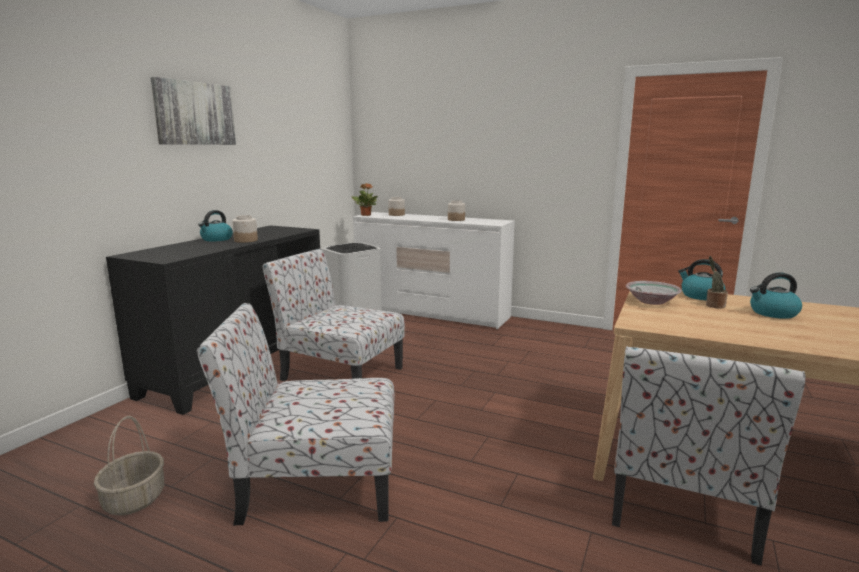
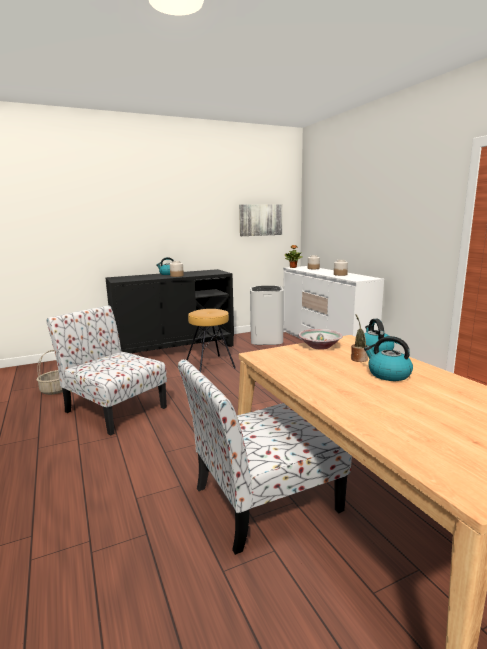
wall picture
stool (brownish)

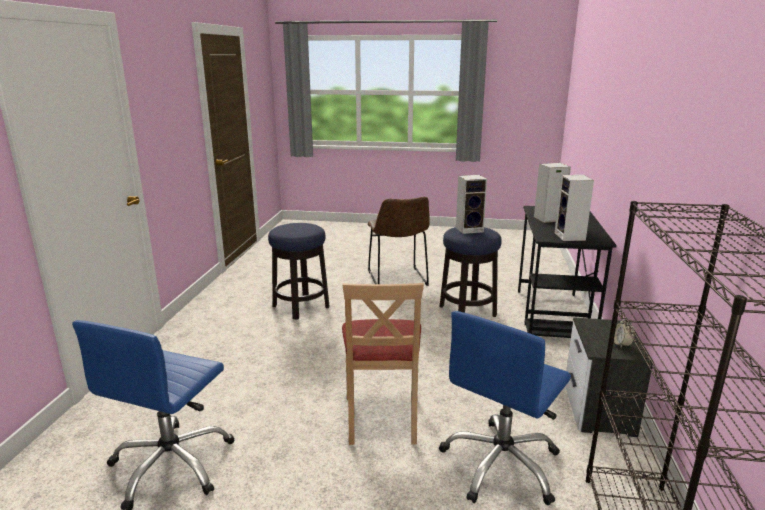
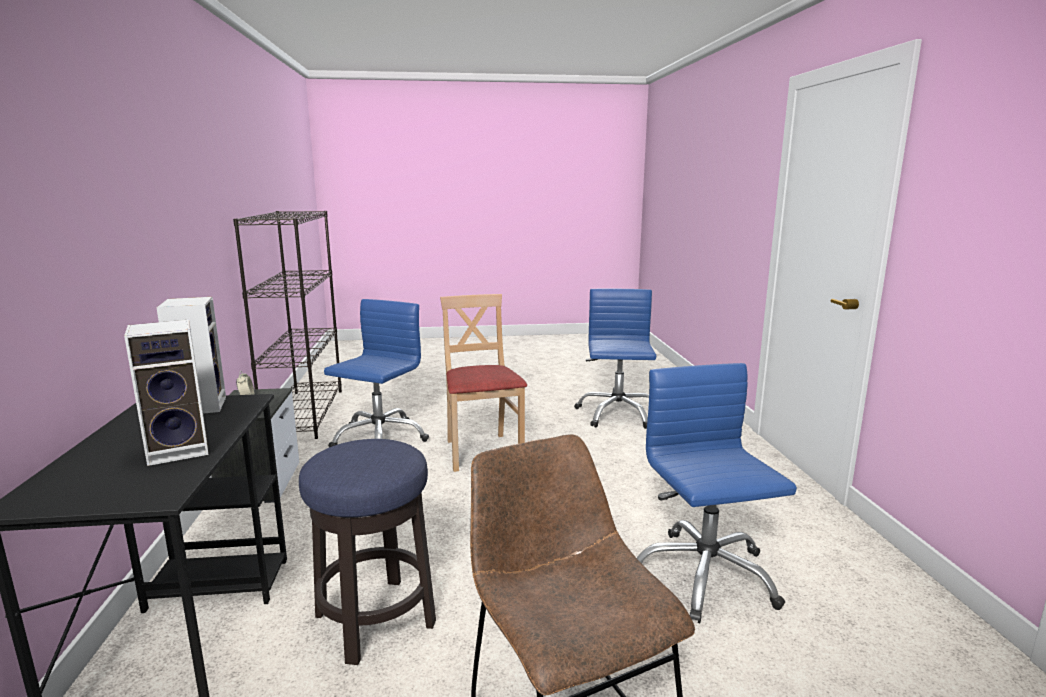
loudspeaker (1st from left in the first image)
office chair (blue-coloured) (3rd from left)

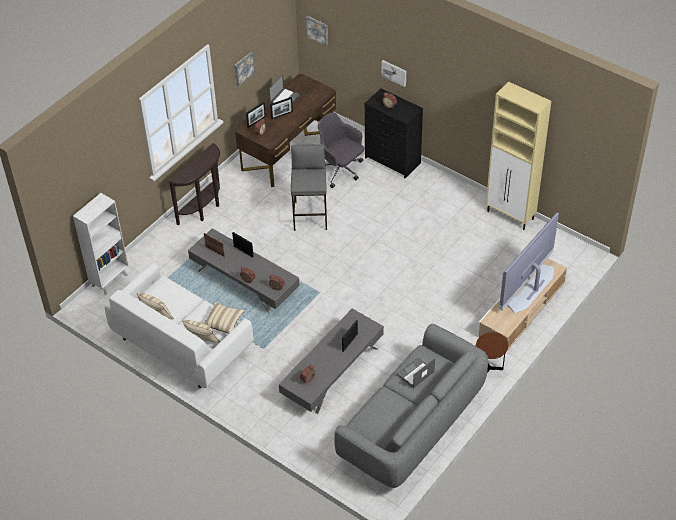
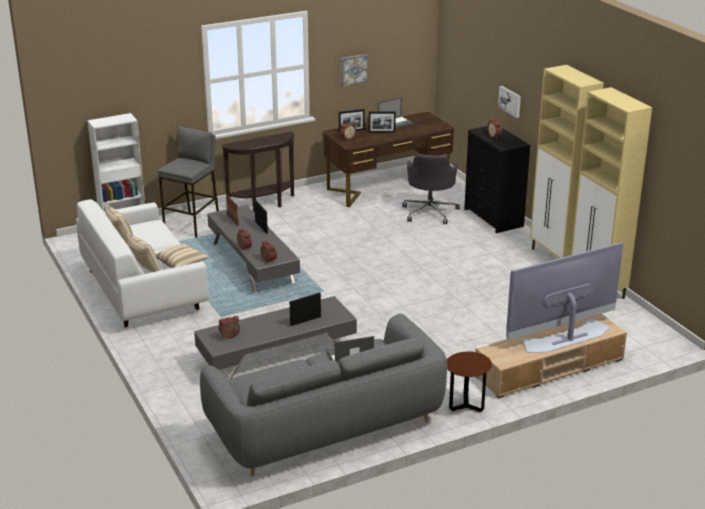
wall picture (2nd from left in the first image)
storage cabinet (sand-coloured) (1st from left)
stool (greyish)
office chair (greyish)

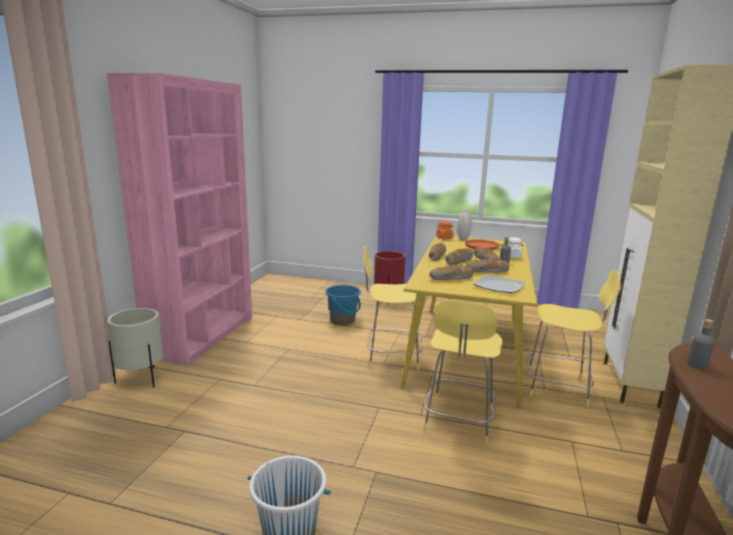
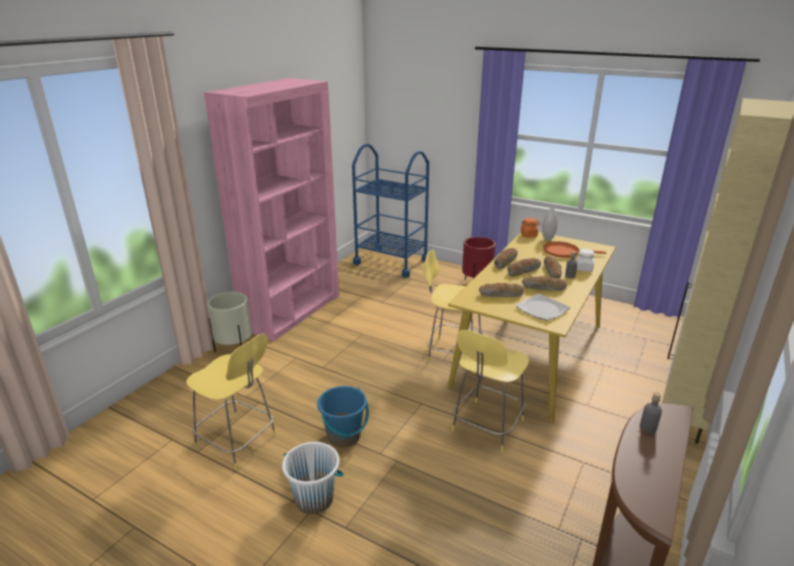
trolley (blue-coloured)
water bucket (blue-coloured)
stool (yellow-coloured) (1st from left)

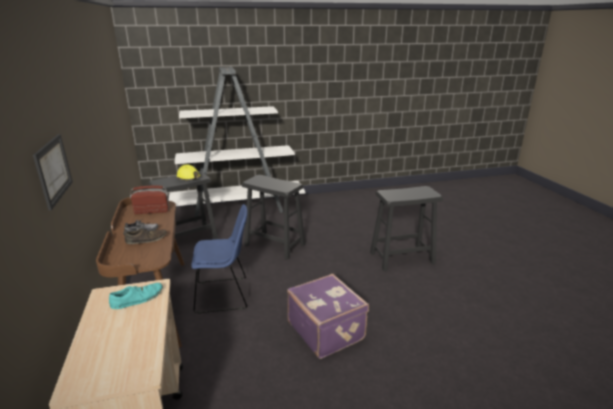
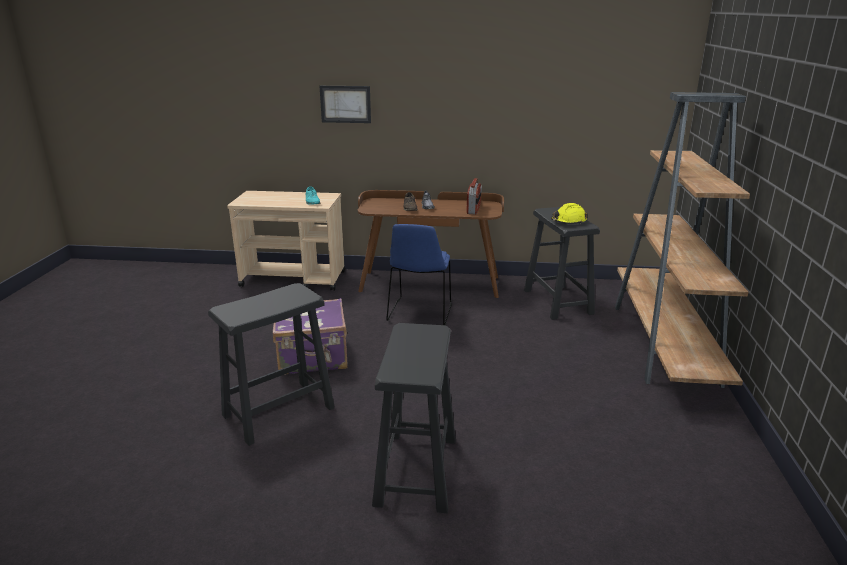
stool (blackish) (1st from left)
bookshelf (brownish)

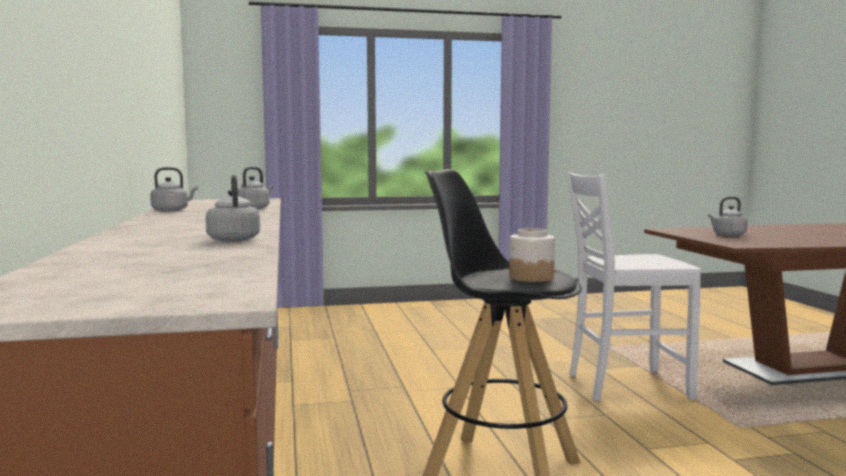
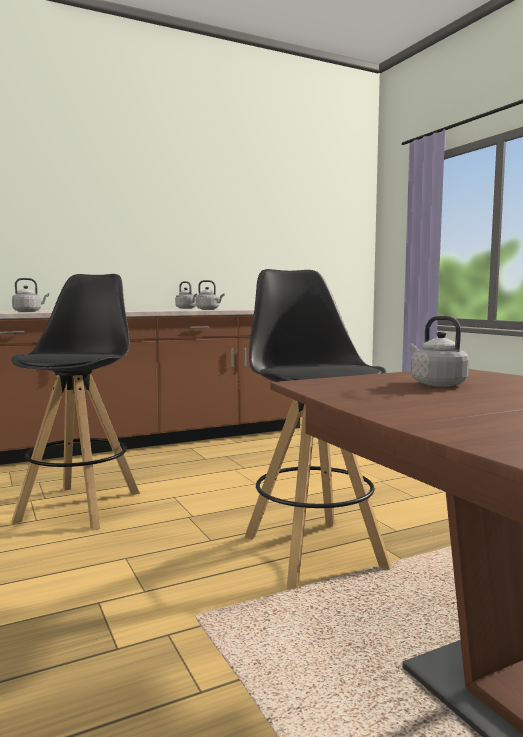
preserve jar
stool (blackish) (2nd from left)

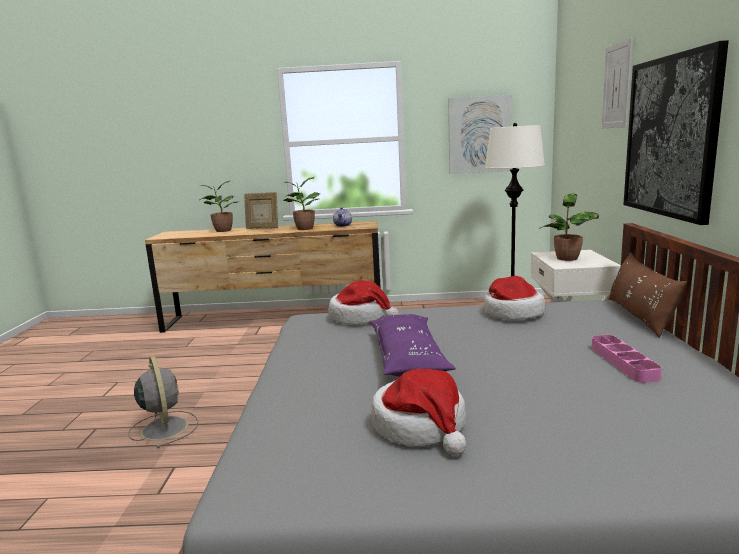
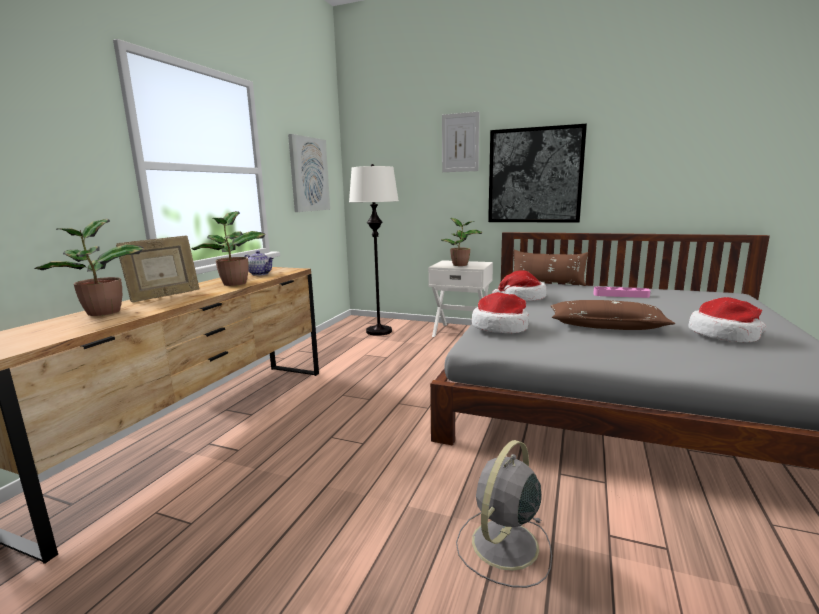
throw pillow (brownish) (2nd from left)
fan (greyish)

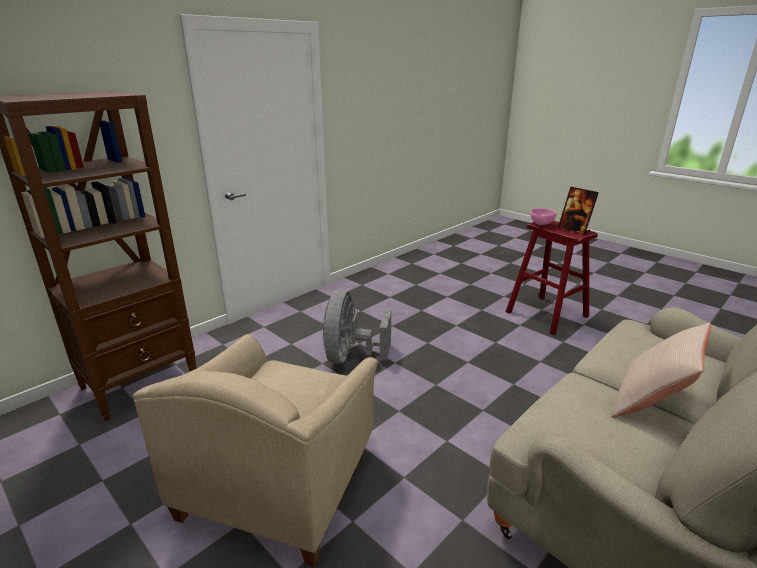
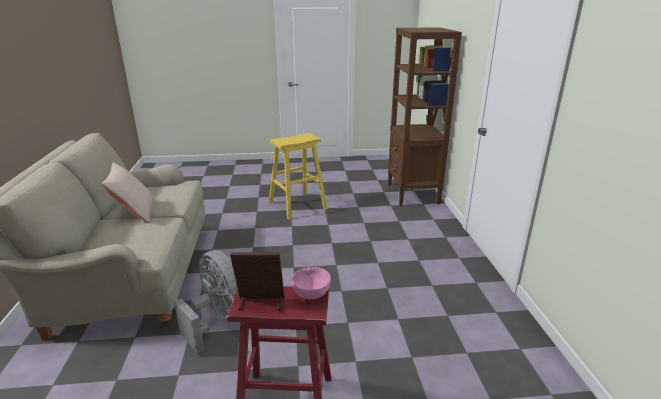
fan (greyish)
stool (yellow-coloured)

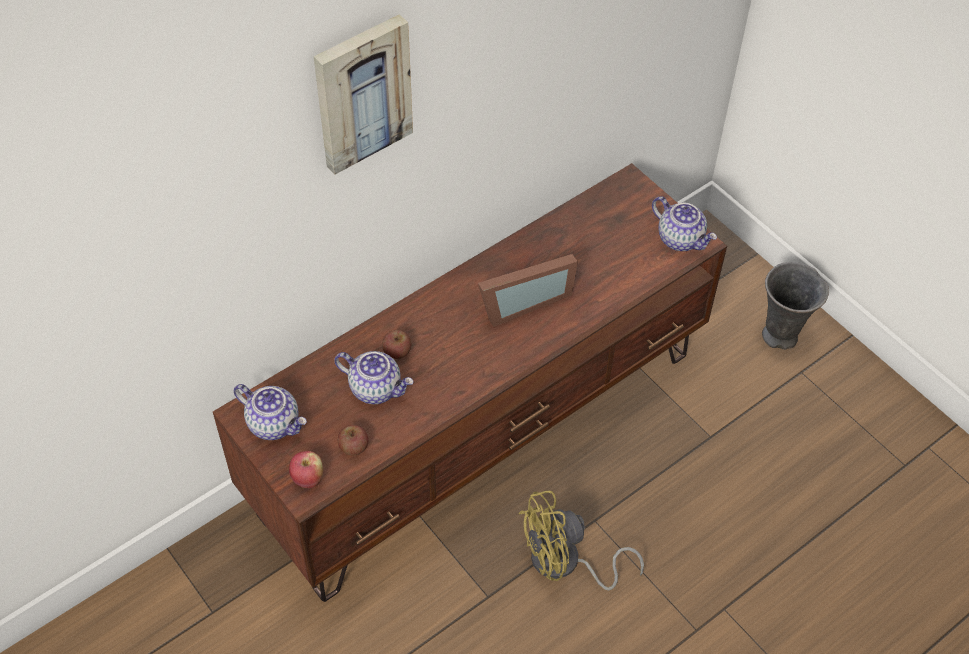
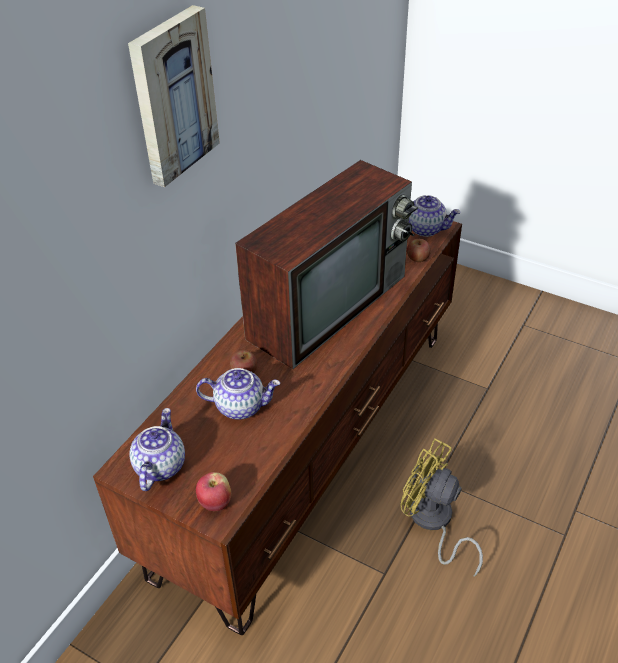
flower vase (greyish)
apple (3rd from left)
TV set
teapot (1st from left)
fan (yellow-coloured)

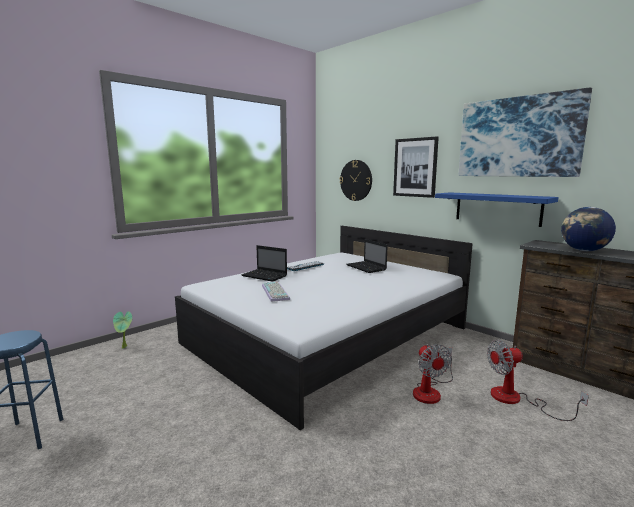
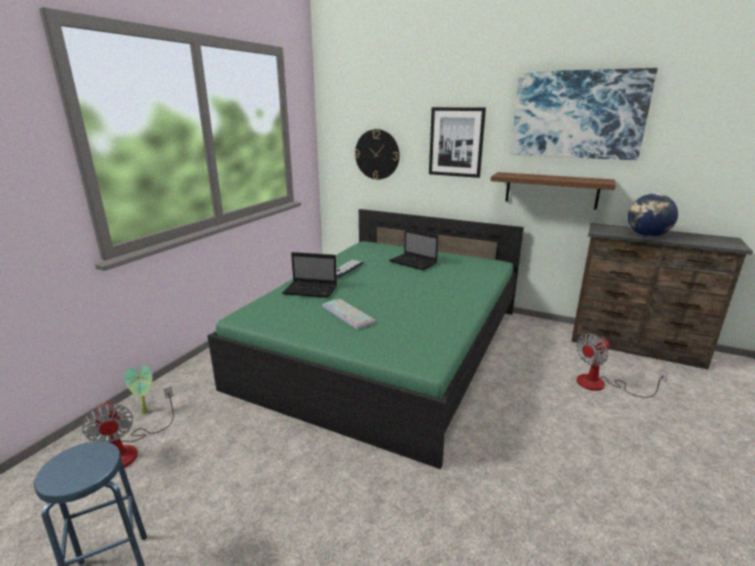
fan (1st from left)
bedroom bed (green)
bracket shelf (brownish)

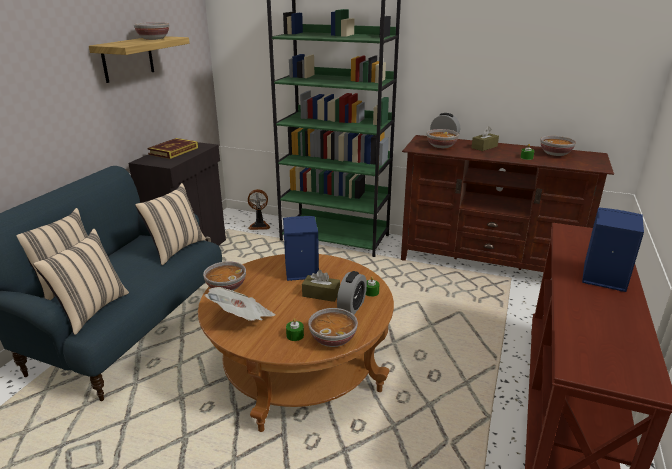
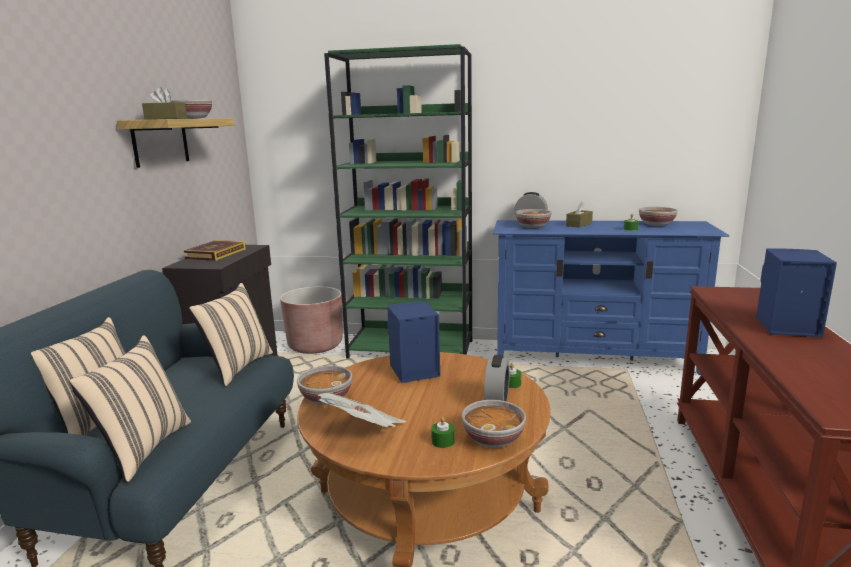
tissue holder (brownish) (1st from left)
planter (brownish)
media console (blue-coloured)

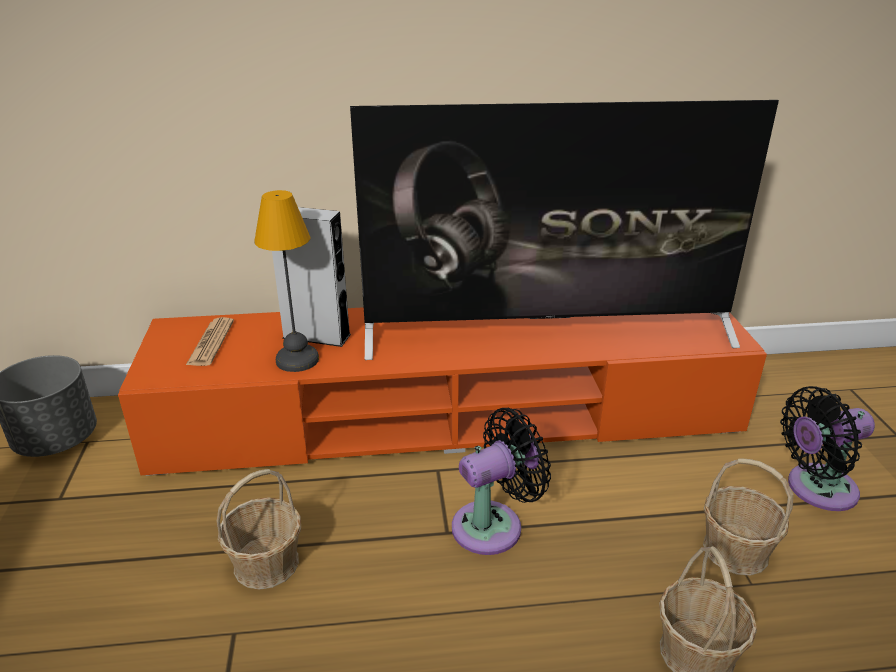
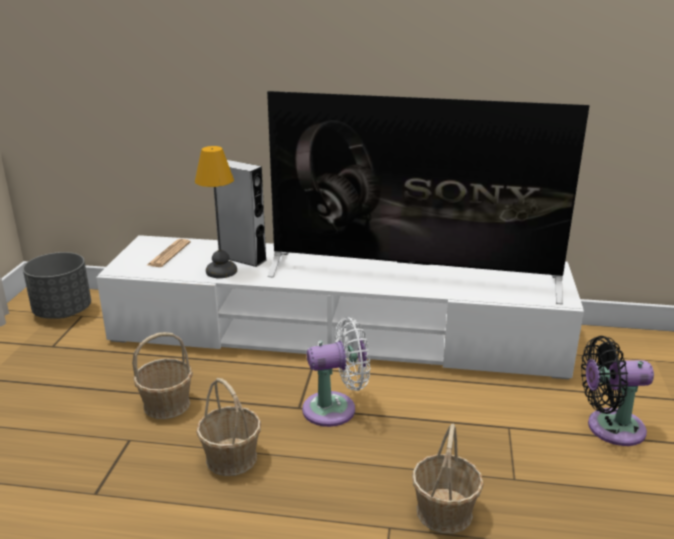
household basket (2nd from left)
media console (whitish)
fan (whitish)

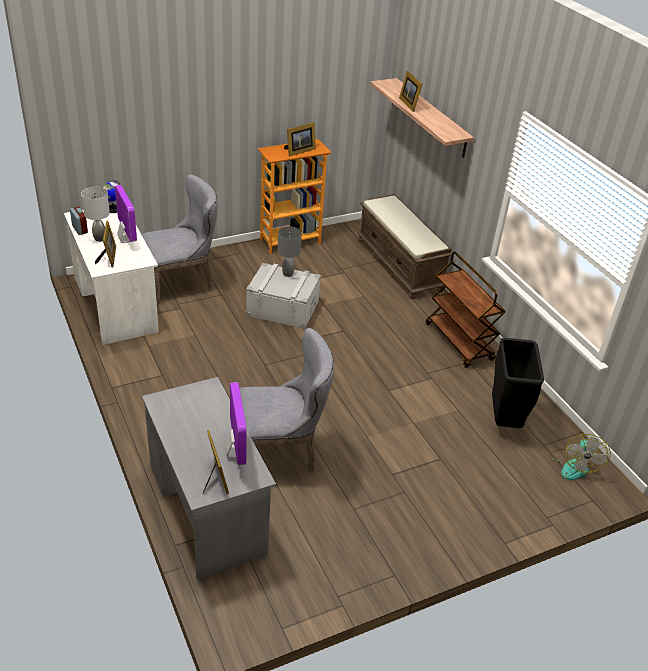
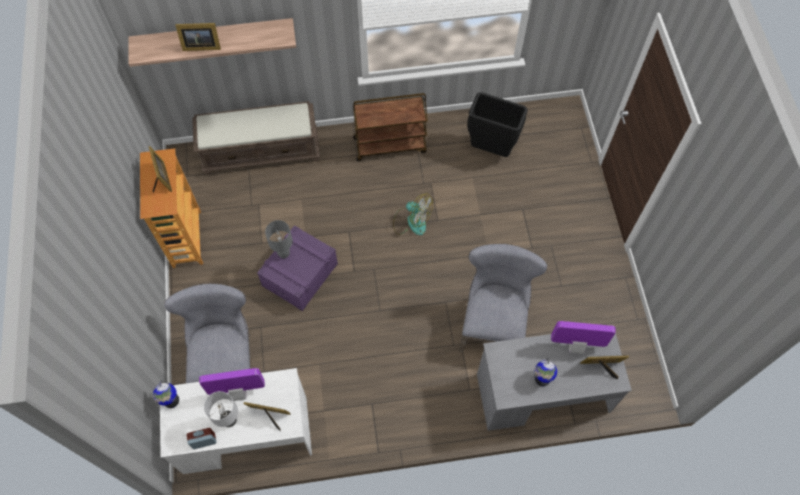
world globe (2nd from left)
fan
storage bin (purplish)

